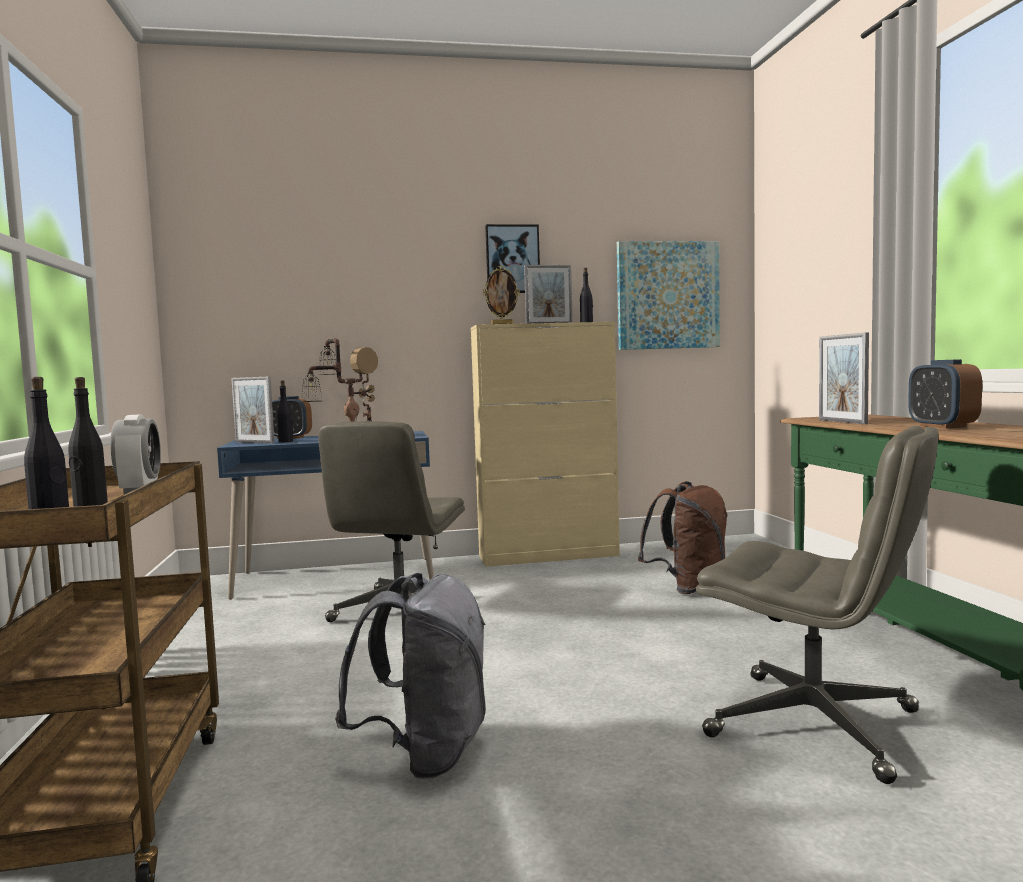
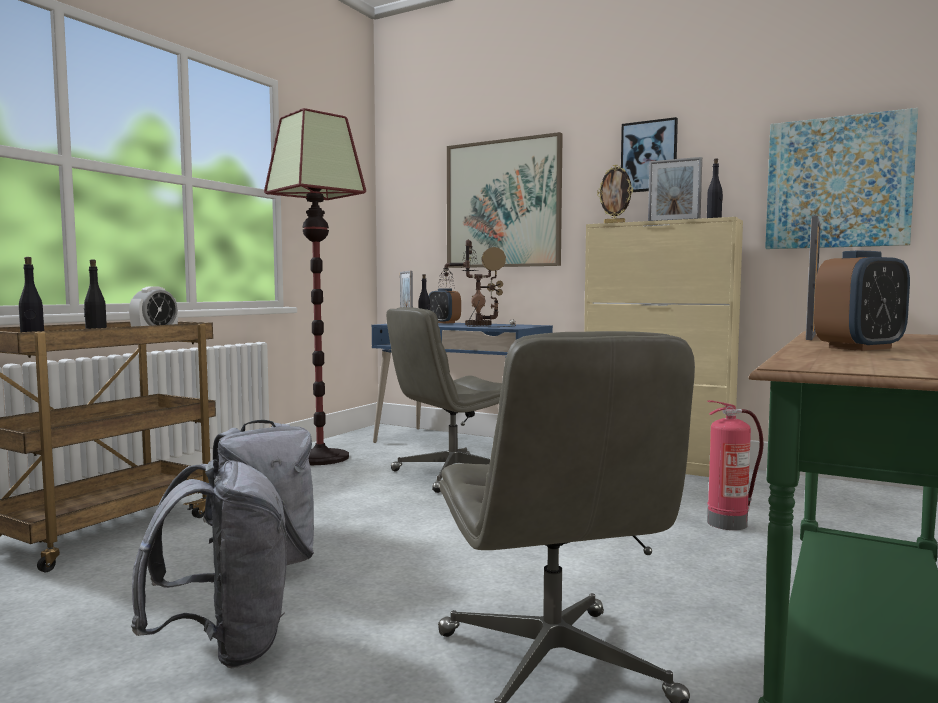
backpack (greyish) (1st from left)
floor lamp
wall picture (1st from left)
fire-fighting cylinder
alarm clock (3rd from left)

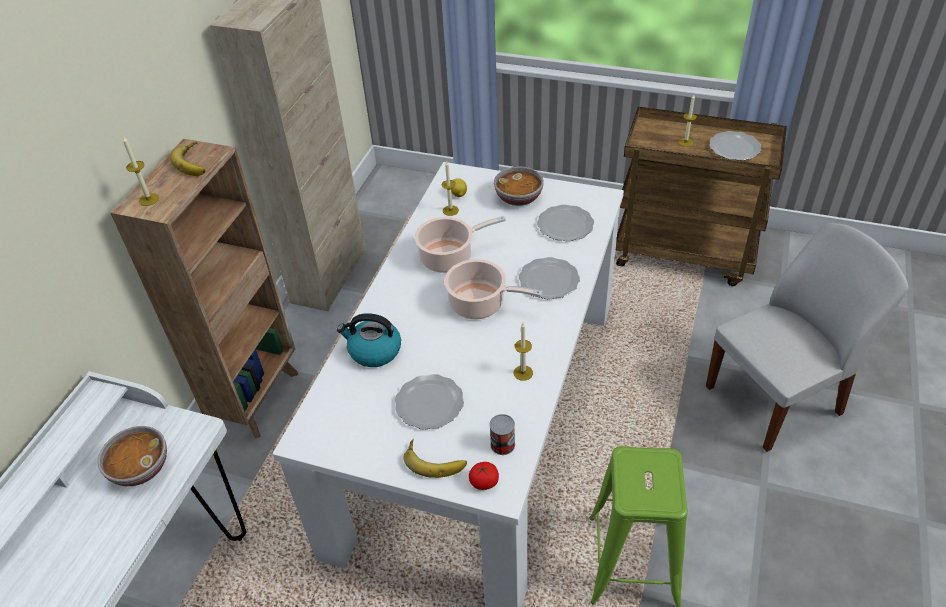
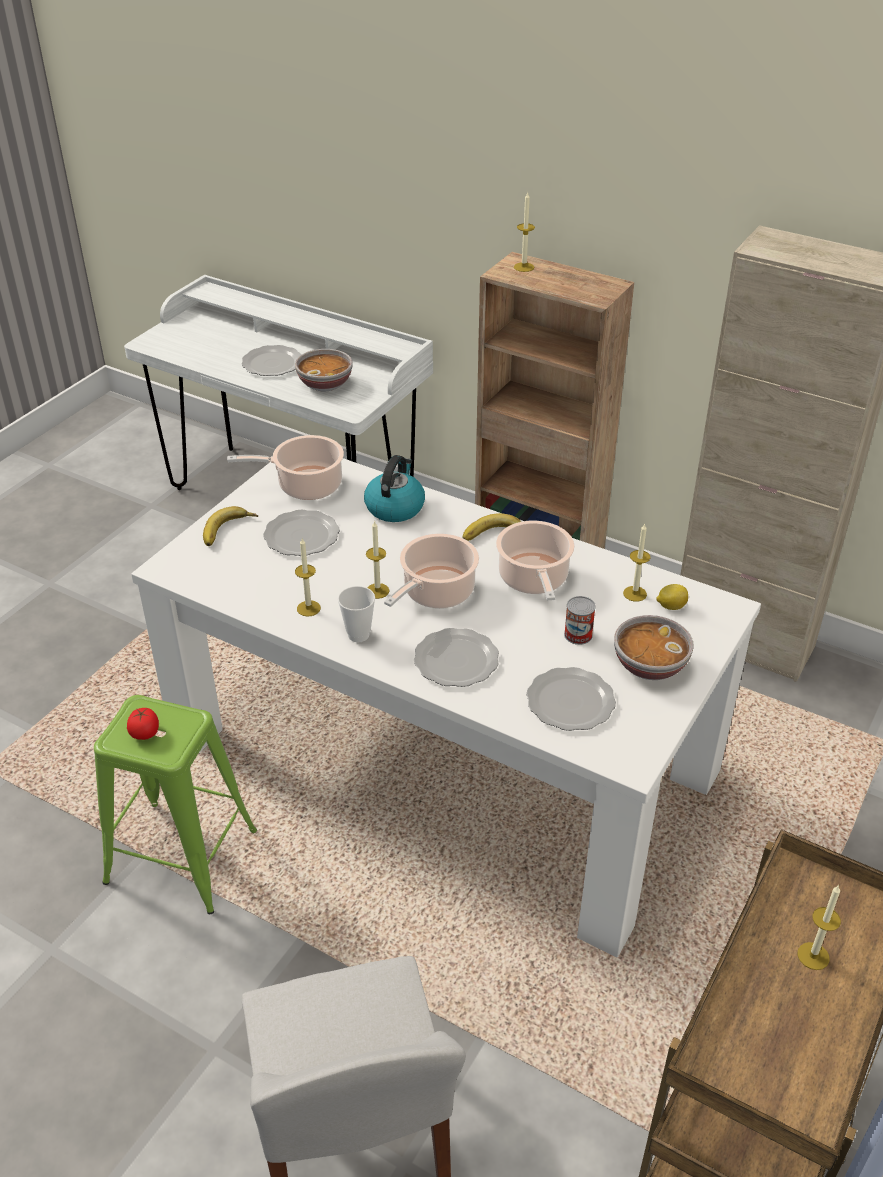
stockpot (1st from left)
small cup
wax candle (2nd from left)
whole banana (2nd from left)
fresh tomato
sealed can
dinner plate (1st from left)

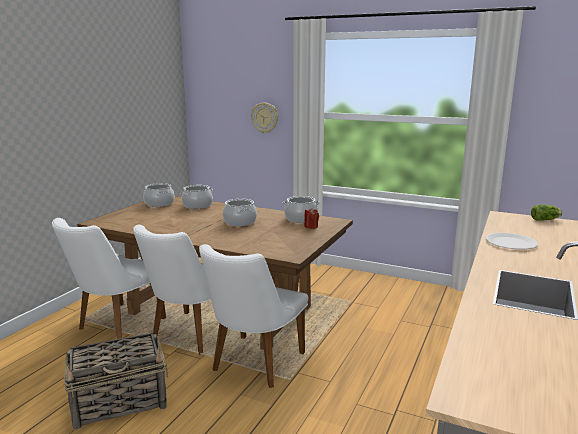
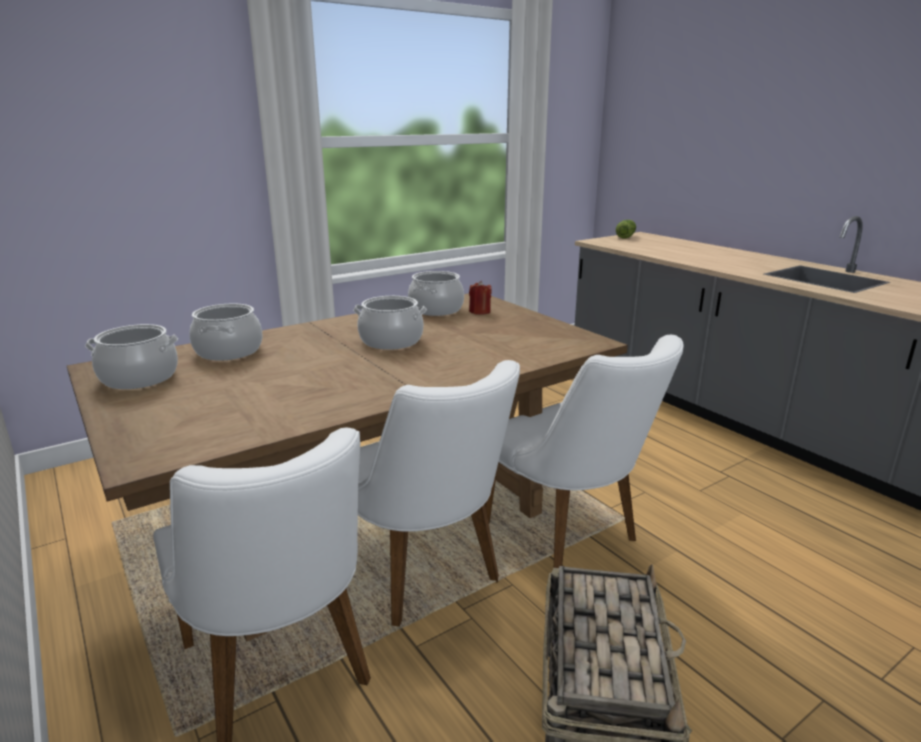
clock on the wall
dinner plate (whitish)

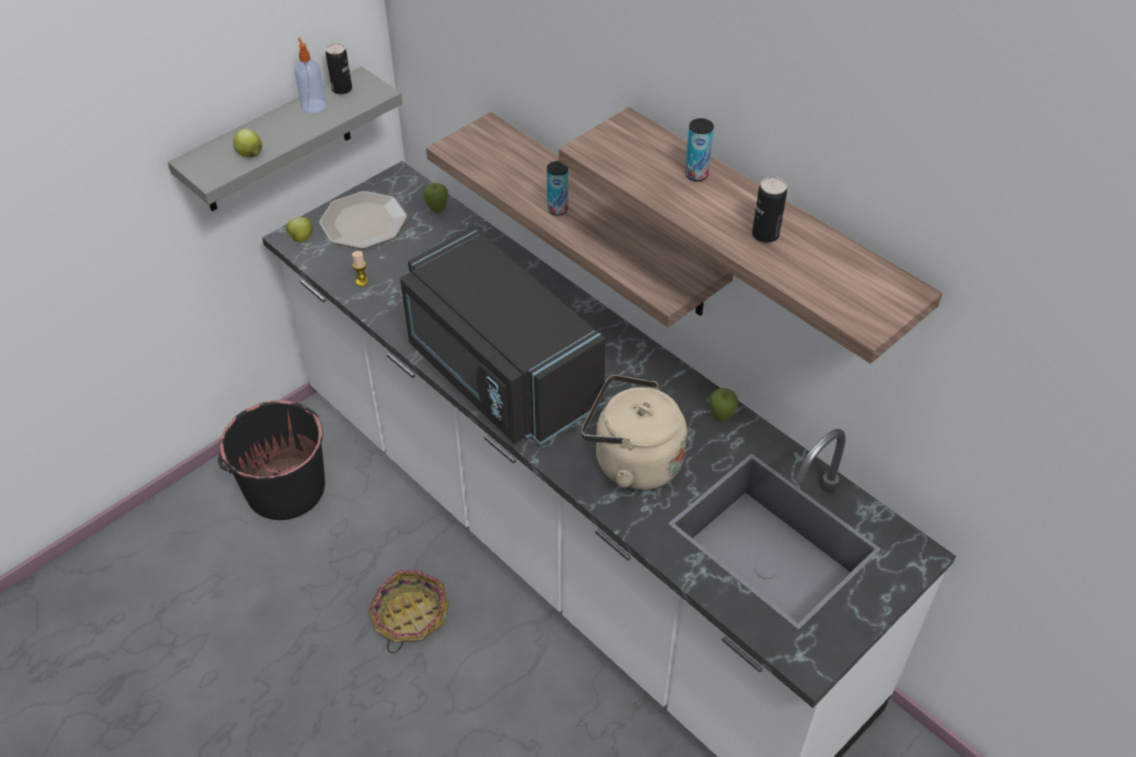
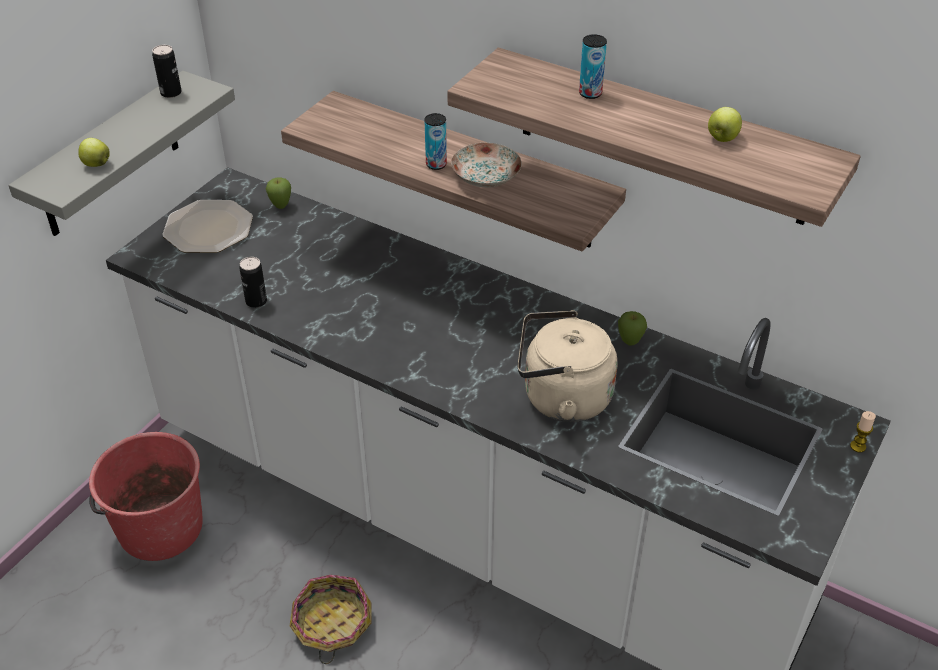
soap bottle
kitchen microwave (blackish)
dinner plate (2nd from left)
apple (4th from left)
wax candle
sealed can (2nd from left)
water bucket (reddish)

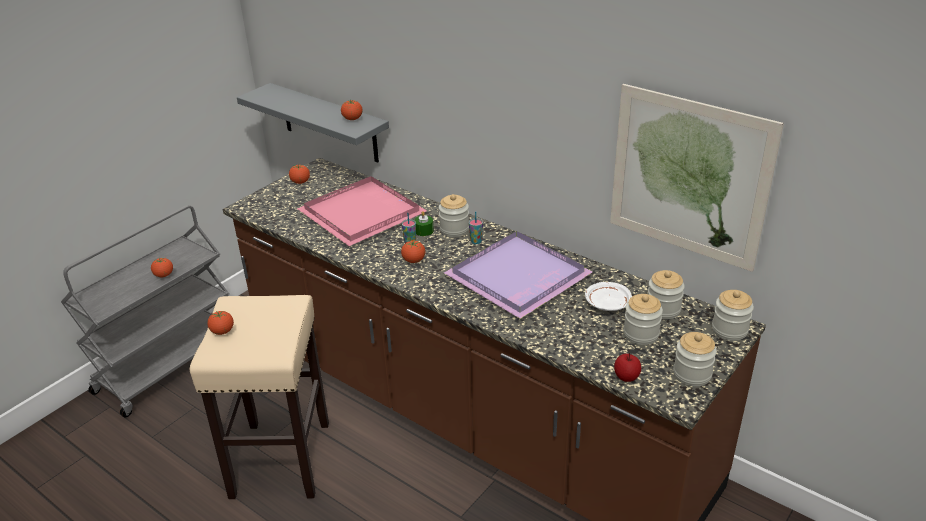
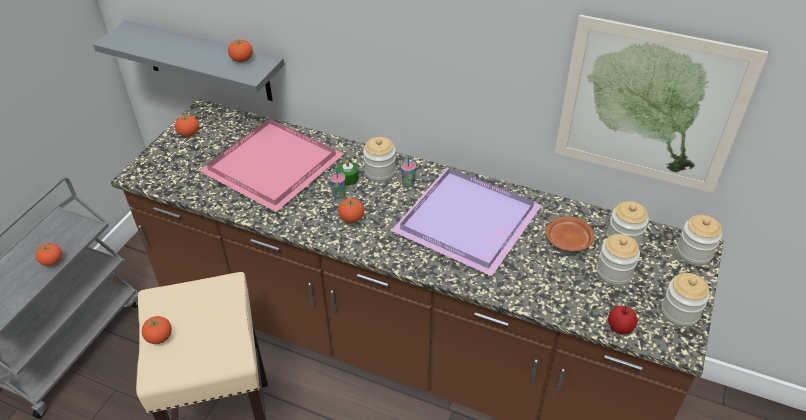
dinner plate (brownish)

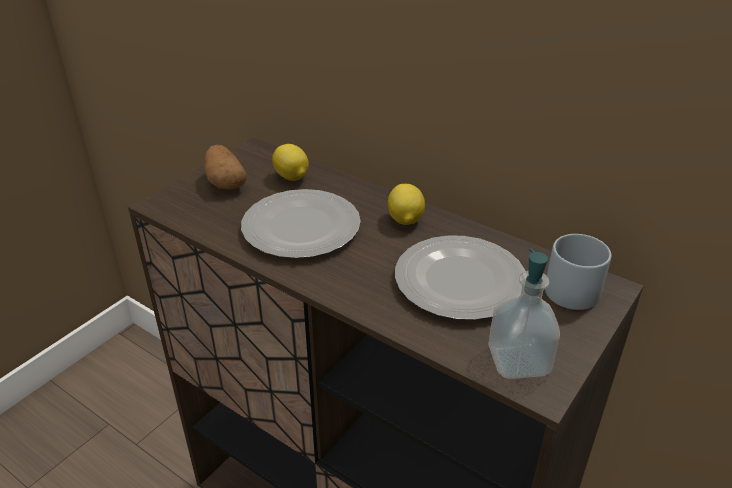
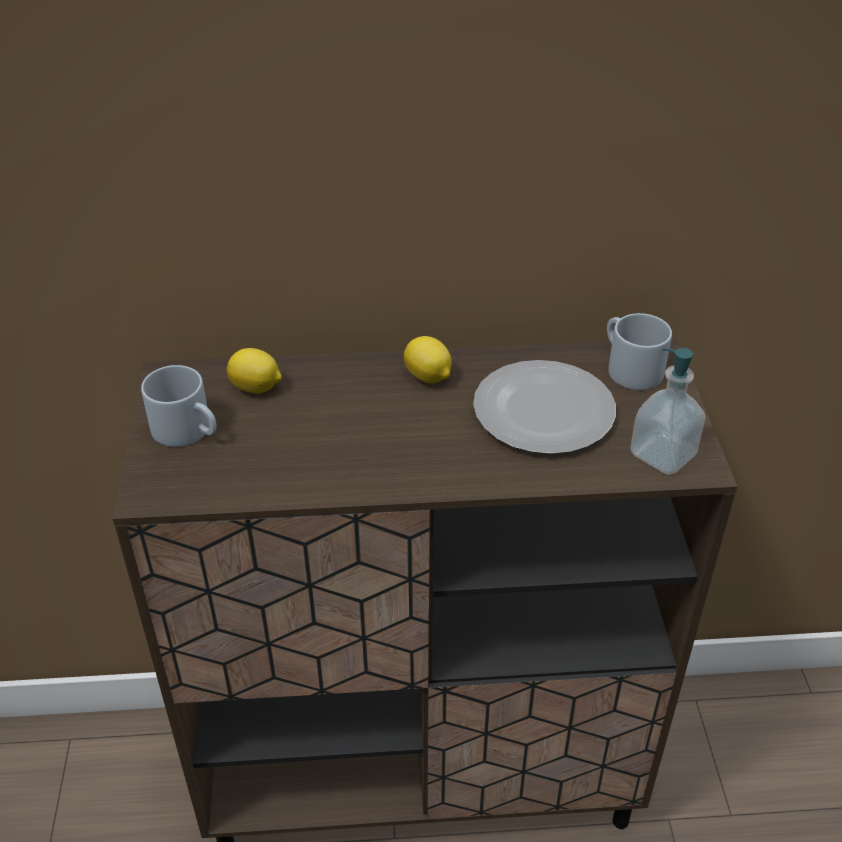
dinner plate (1st from left in the first image)
tea mug (greyish) (1st from left)

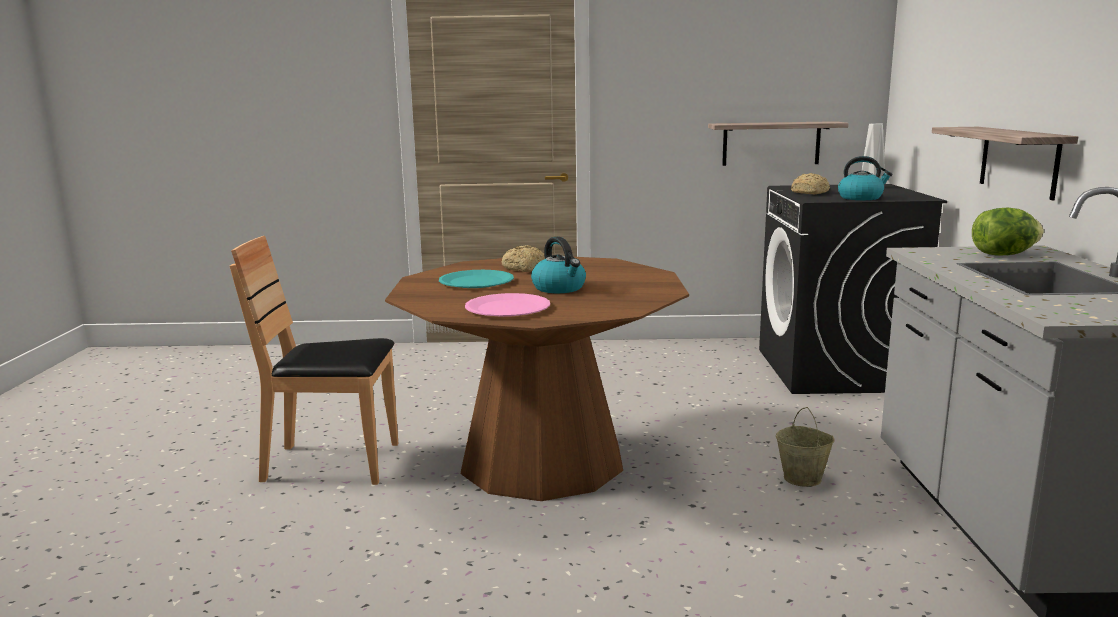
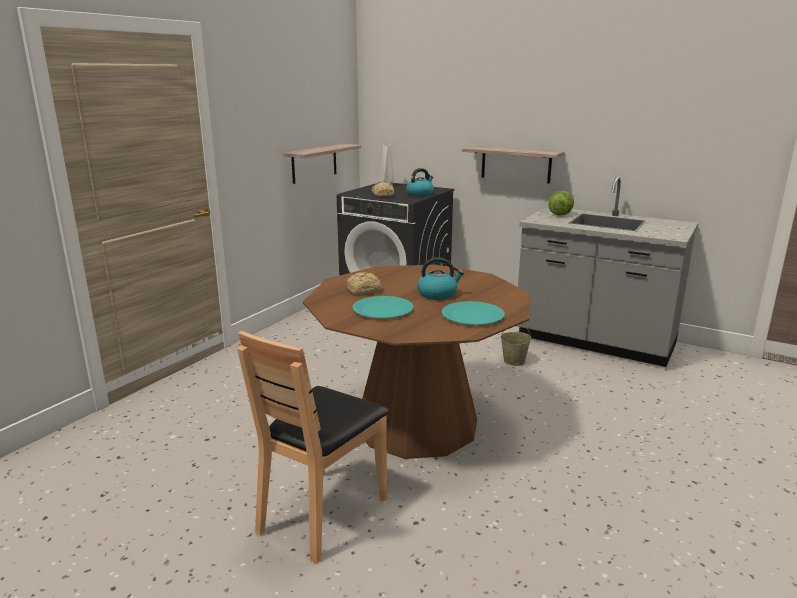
dinner plate (turquoise) (2nd from left)

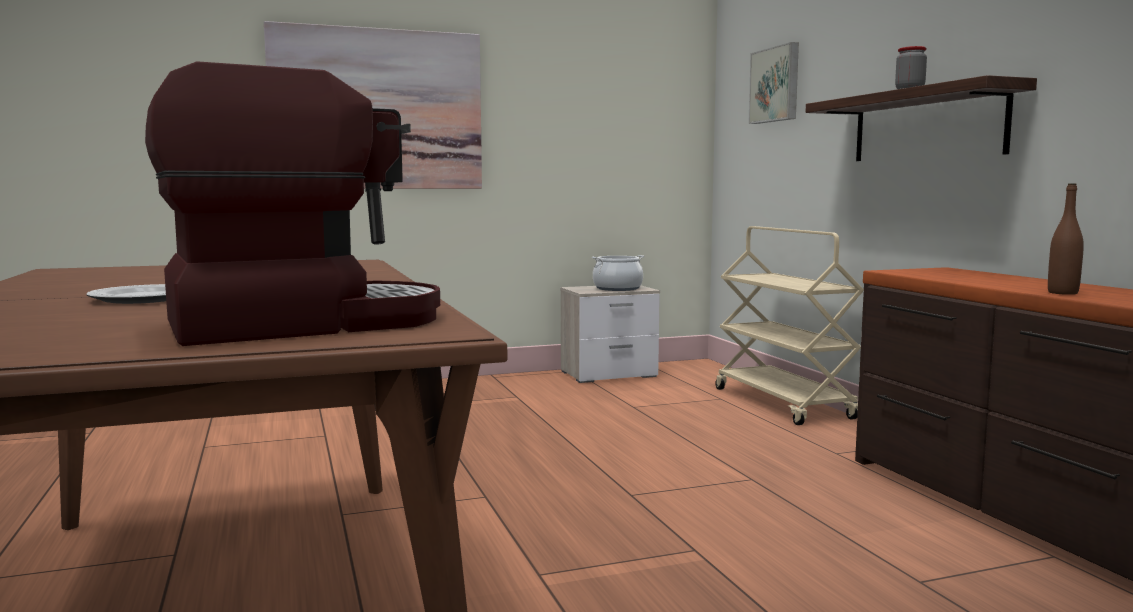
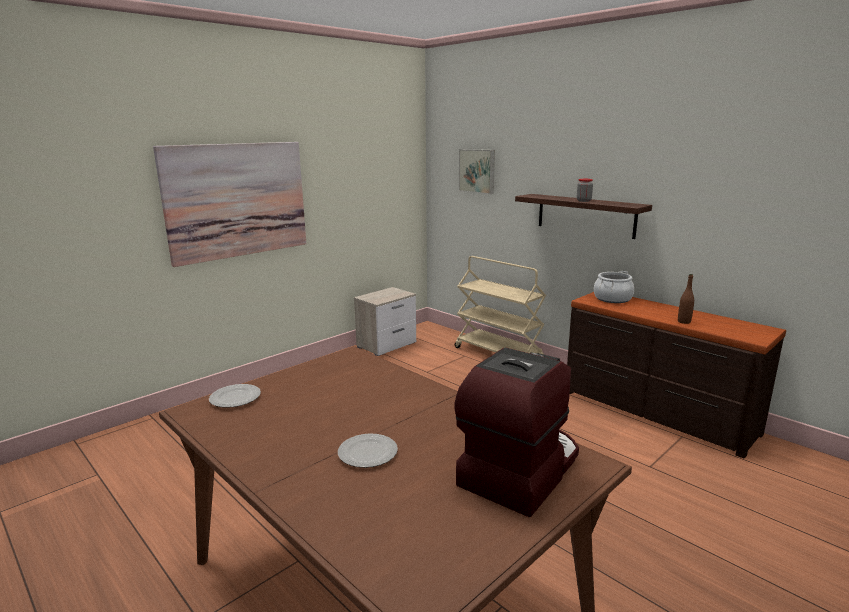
dinner plate (1st from left)
stockpot

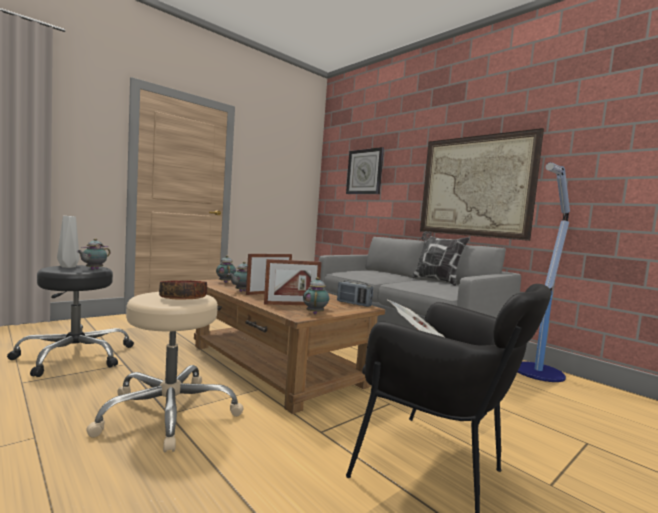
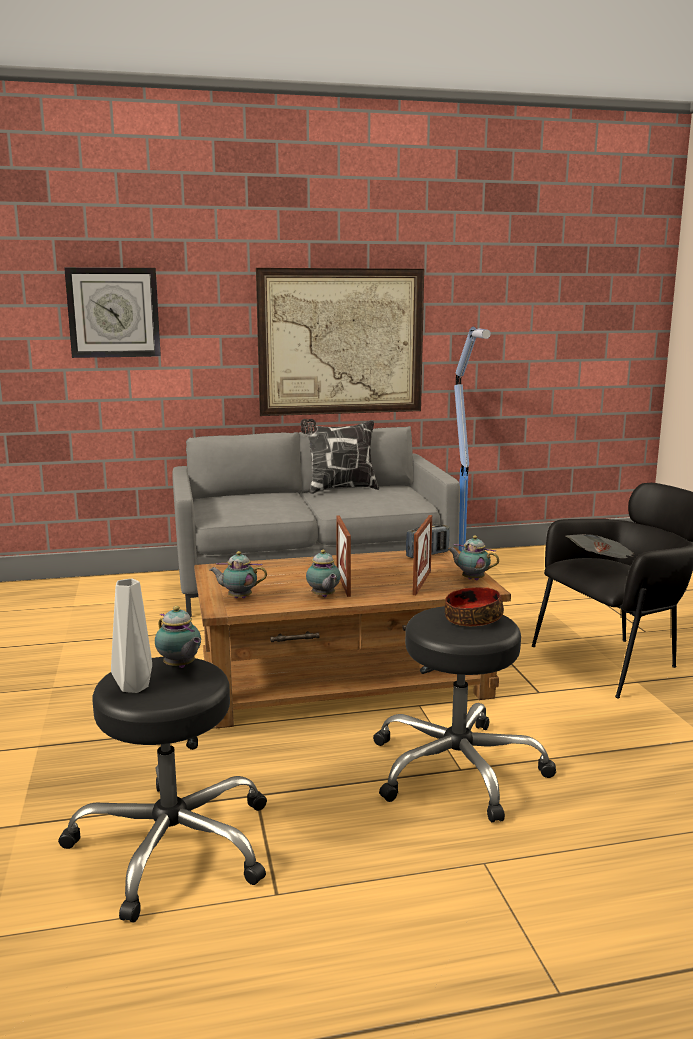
stool (blackish) (2nd from left)

